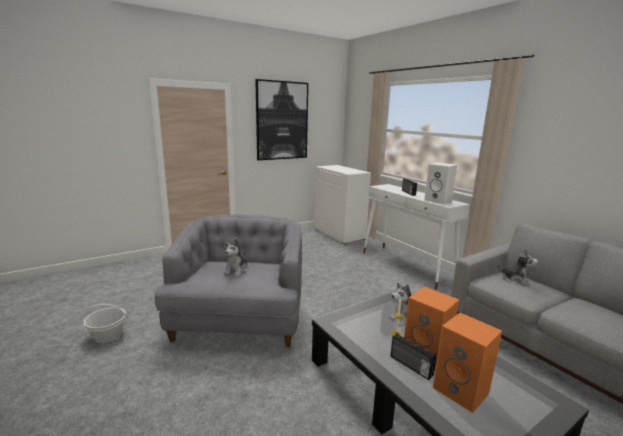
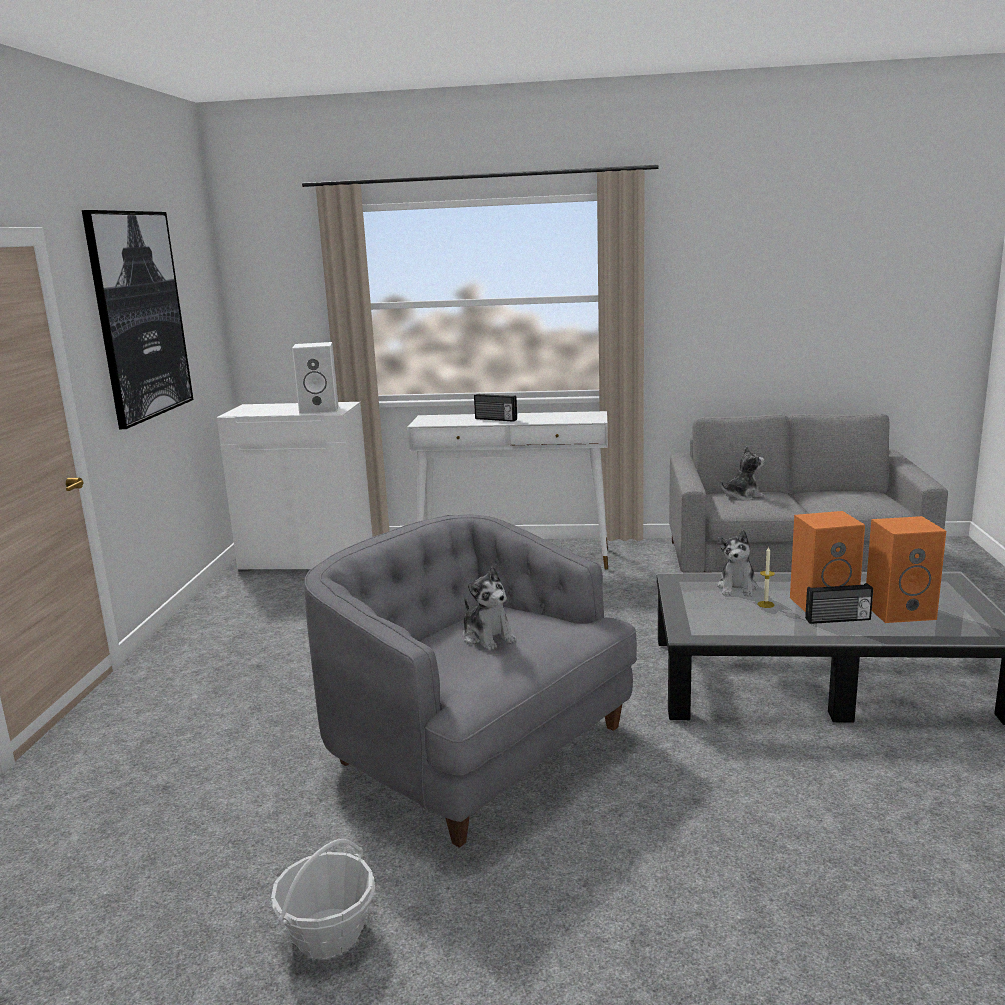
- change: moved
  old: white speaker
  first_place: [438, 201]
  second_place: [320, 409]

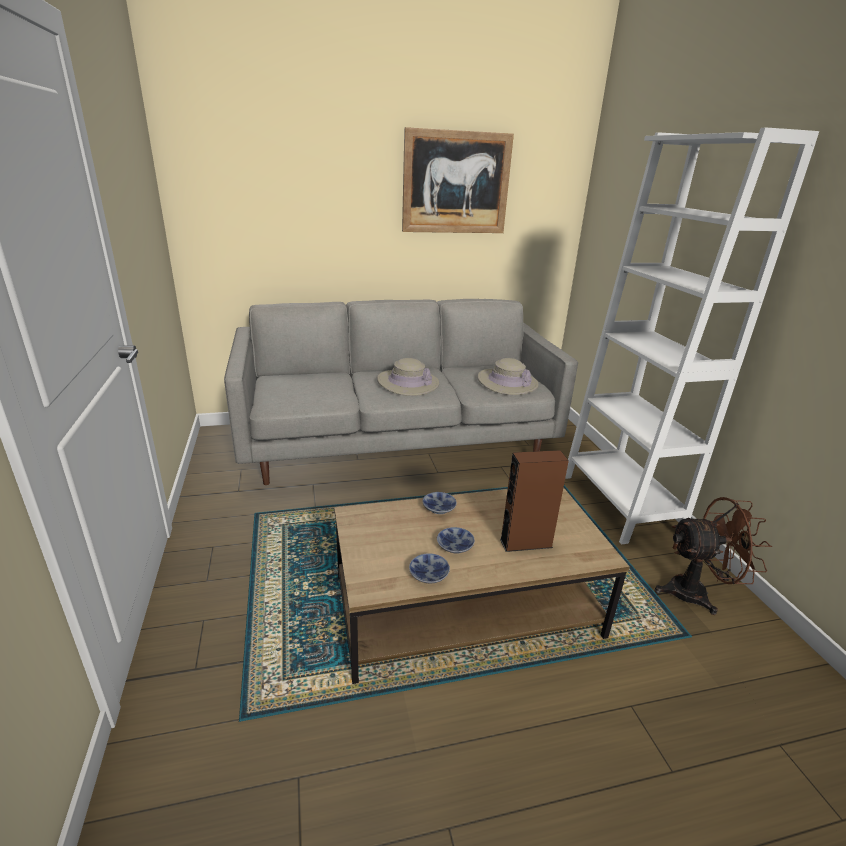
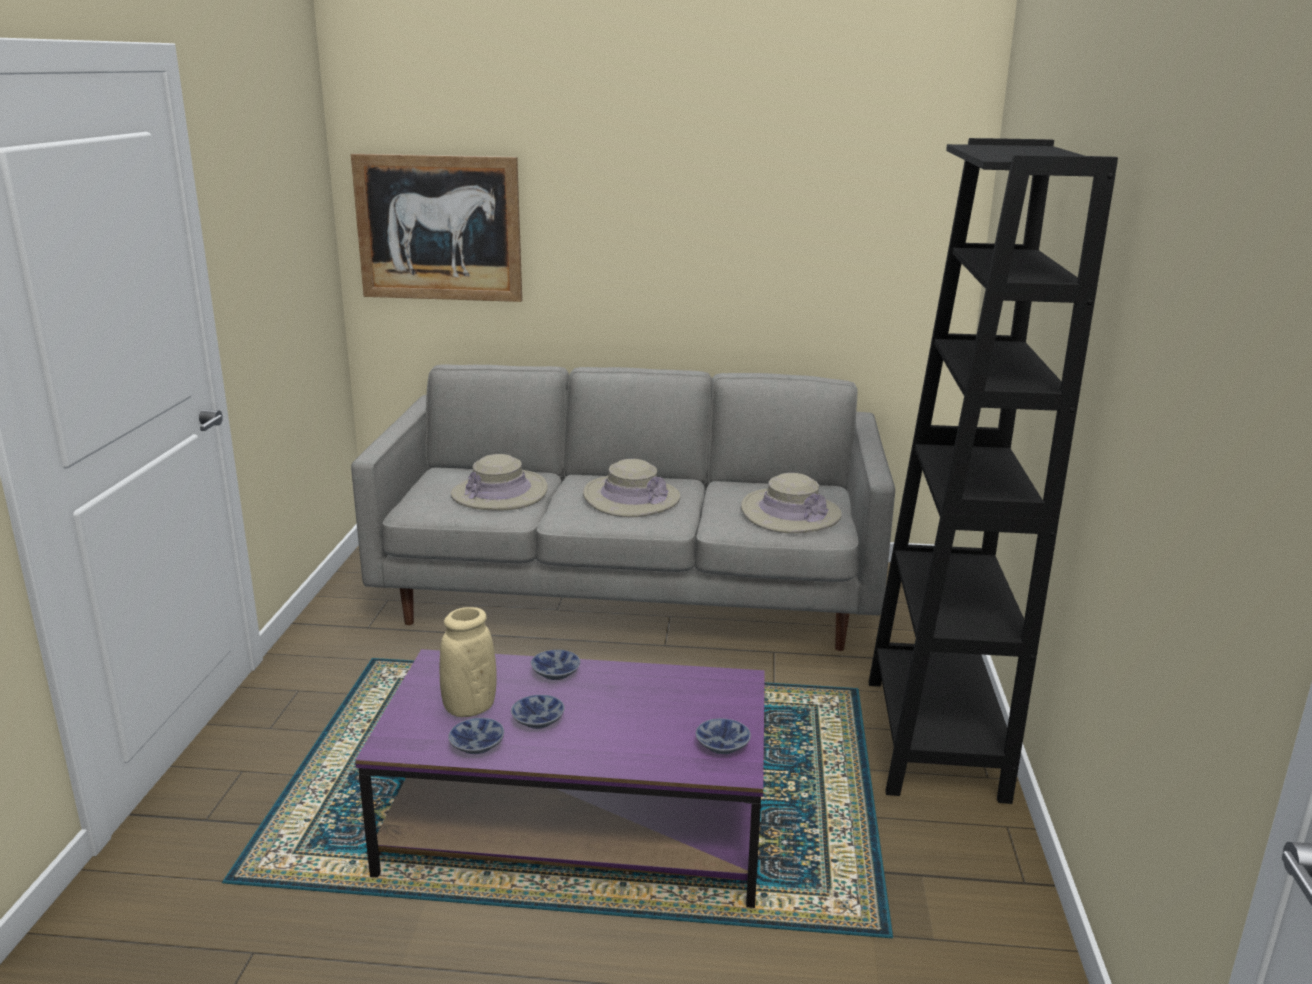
- change: recoloured
  old: brown coffee table
  new: purple coffee table
  first_place: [467, 605]
  second_place: [580, 825]
- change: moved
  old: picture
  first_place: [456, 183]
  second_place: [439, 228]
- change: removed
  old: brown speaker
  first_place: [526, 543]
- change: recoloured
  old: white bookcase
  new: black bookcase
  first_place: [619, 504]
  second_place: [934, 738]
- change: removed
  old: brown fan
  first_place: [696, 593]
- change: added
  new: beige vase
  second_place: [470, 708]
- change: added
  new: beige hat
  second_place: [499, 493]
- change: added
  new: bowl
  second_place: [724, 745]

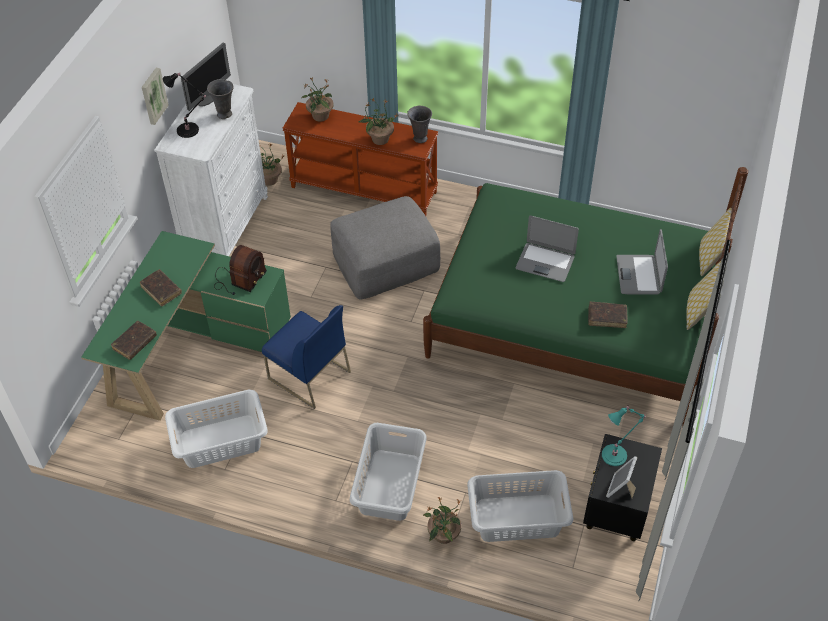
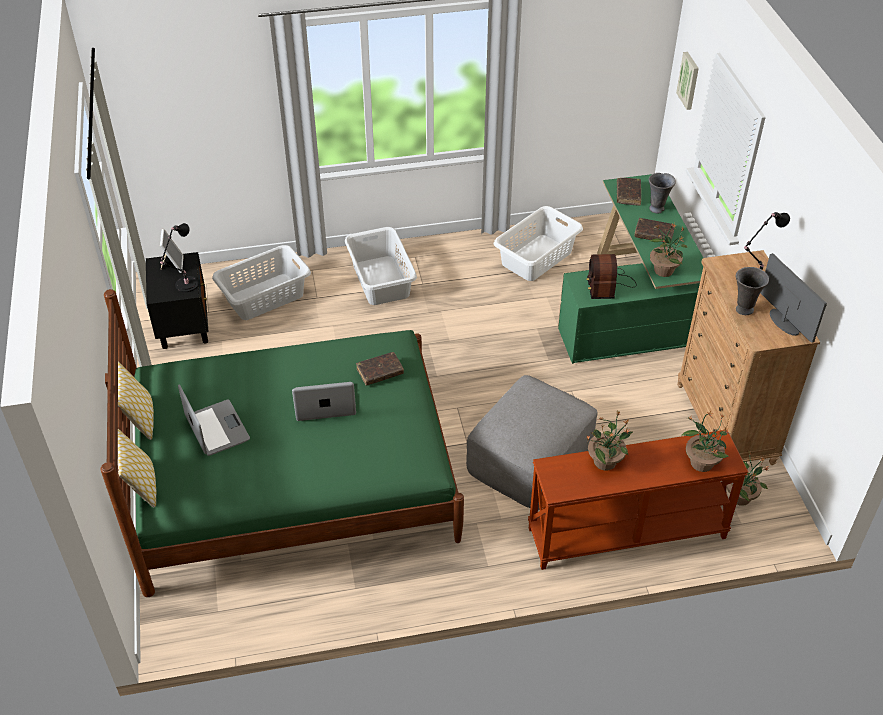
- change: moved
  old: picture
  first_place: [153, 95]
  second_place: [689, 80]
- change: recoloured
  old: white dresser
  new: brown dresser
  first_place: [226, 226]
  second_place: [725, 424]
- change: turned
  old: monitor
  first_place: [209, 97]
  second_place: [784, 322]
  degrees: 150
- change: removed
  old: blue chair
  first_place: [308, 375]
- change: moved
  old: grey vase
  first_place: [419, 138]
  second_place: [657, 209]
- change: moved
  old: potted plant
  first_place: [443, 535]
  second_place: [663, 270]
- change: moved
  old: brown book
  first_place: [607, 317]
  second_place: [380, 372]
- change: recoloured
  old: turquoise table lamp
  new: black table lamp
  first_place: [616, 454]
  second_place: [185, 285]

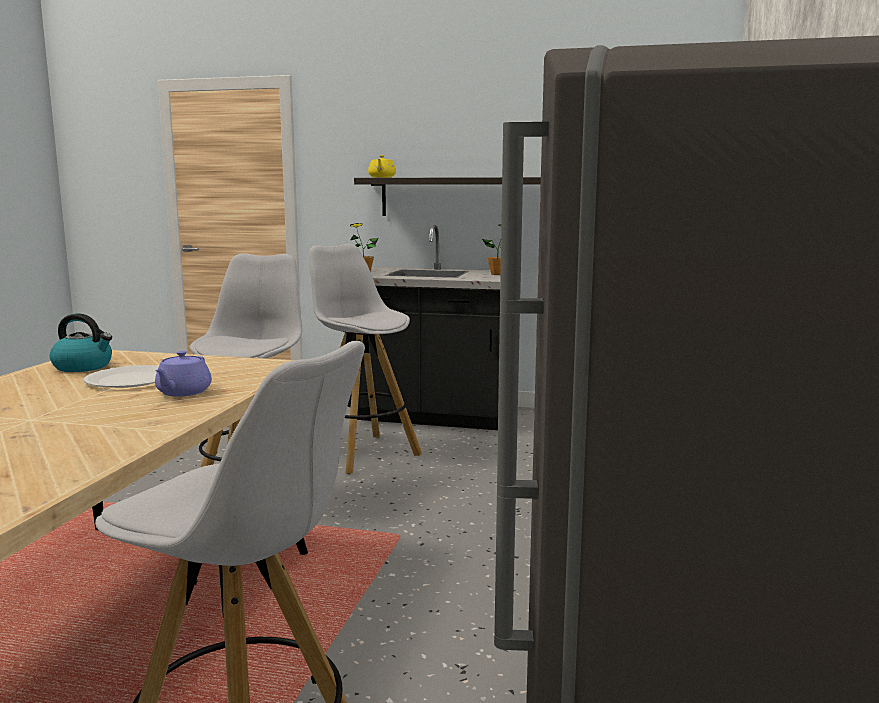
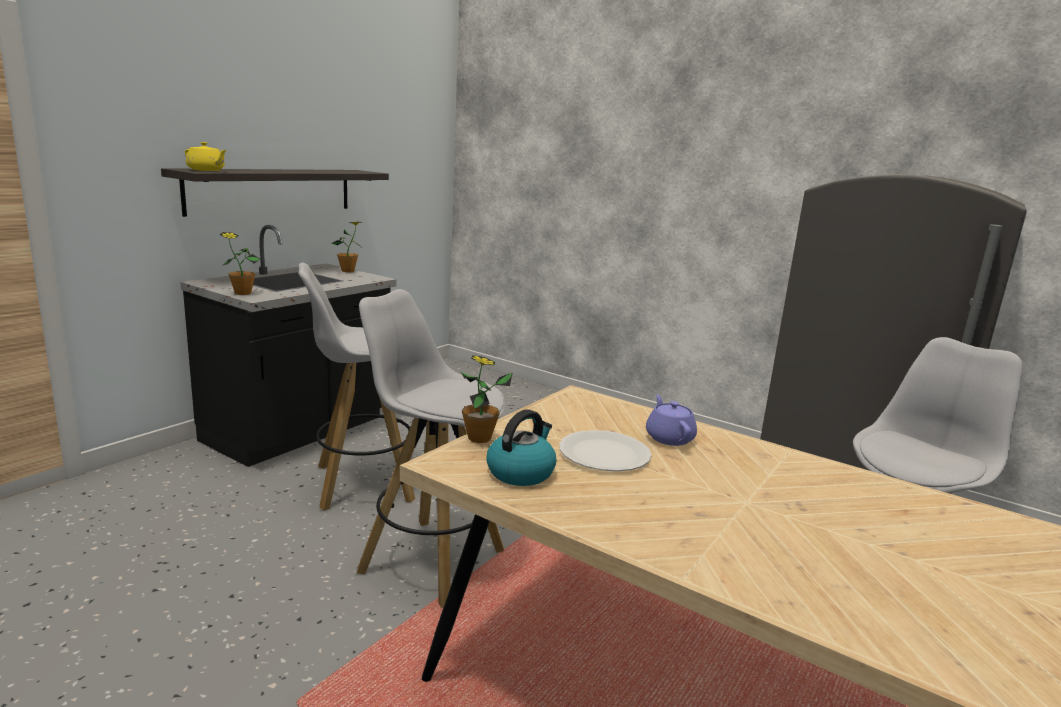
- change: turned
  old: purple teapot
  first_place: [183, 392]
  second_place: [669, 438]
  degrees: -135
- change: added
  new: potted plant
  second_place: [479, 438]

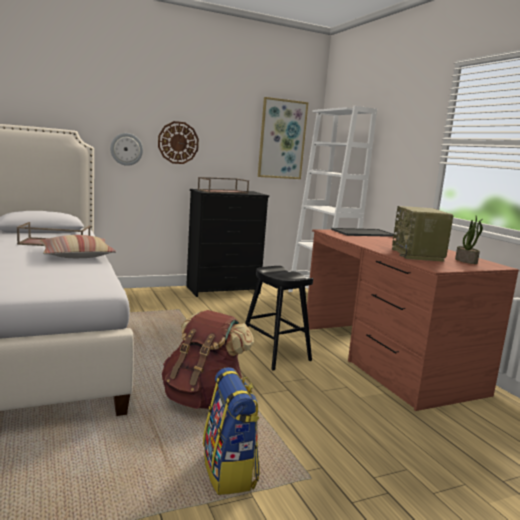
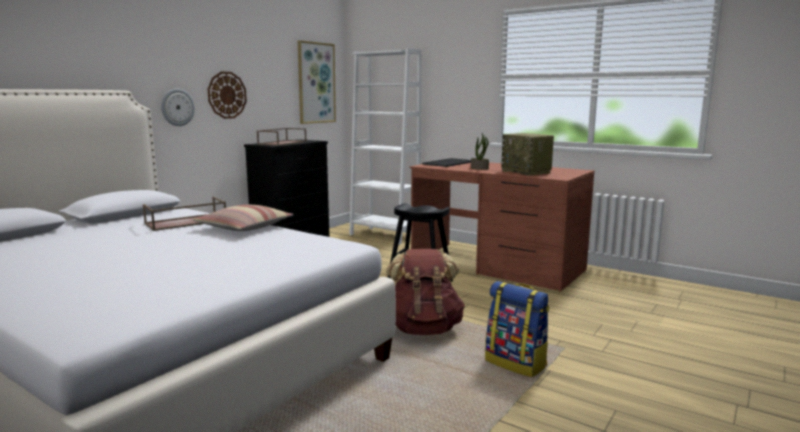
- change: moved
  old: potted plant
  first_place: [466, 261]
  second_place: [480, 168]

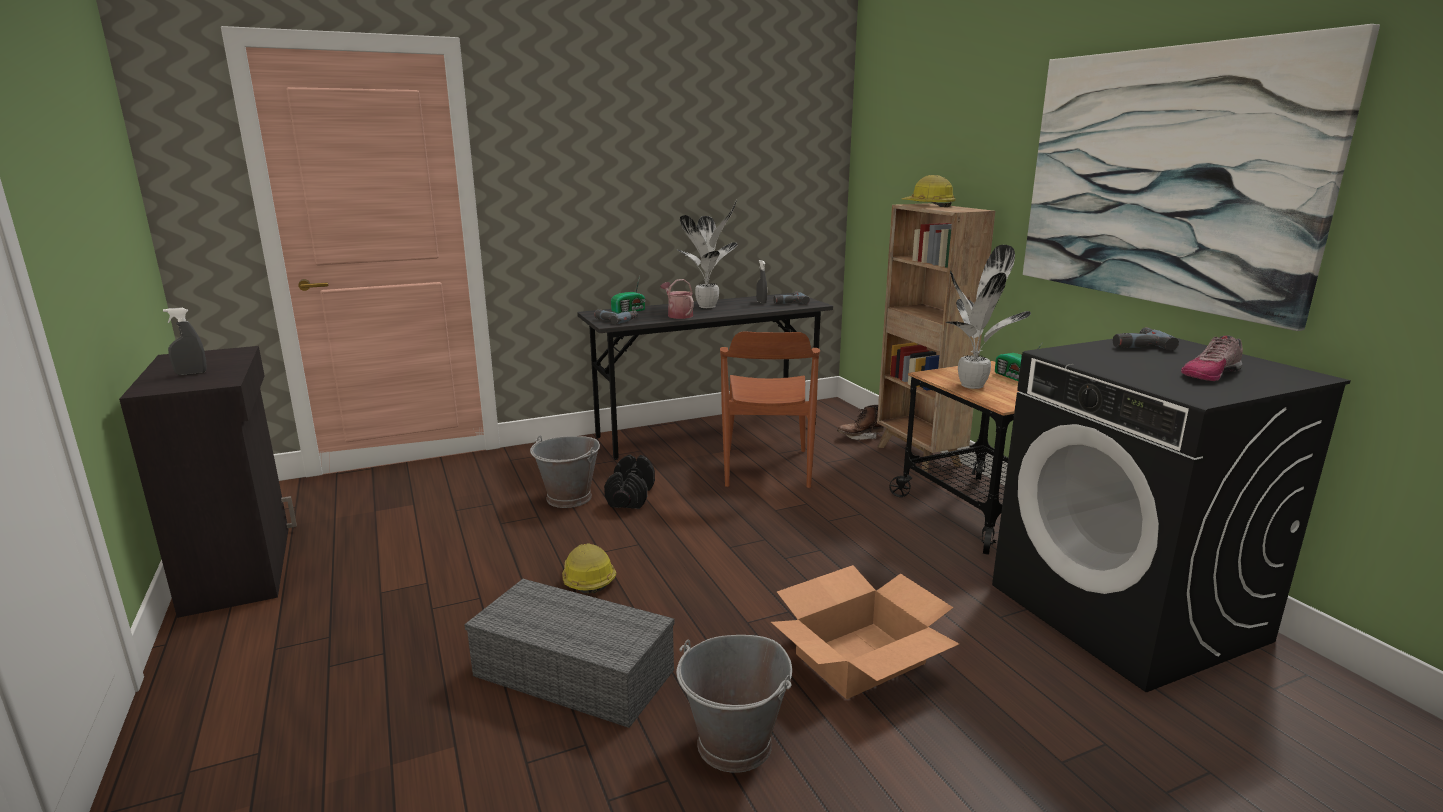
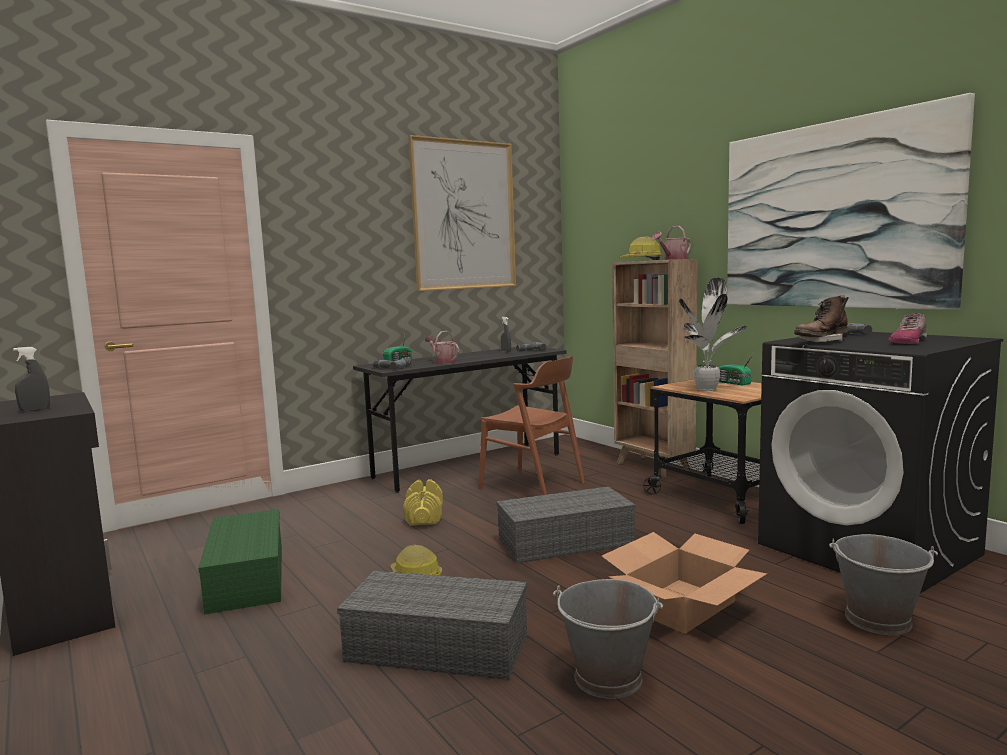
- change: moved
  old: grey bucket
  first_place: [569, 498]
  second_place: [879, 620]
- change: recoloured
  old: black dumbbell
  new: yellow dumbbell
  first_place: [630, 496]
  second_place: [424, 516]
- change: removed
  old: potted plant
  first_place: [709, 306]
- change: turned
  old: brown chair
  first_place: [766, 467]
  second_place: [532, 485]
  degrees: -45
- change: moved
  old: brown boot
  first_place: [860, 437]
  second_place: [821, 342]
- change: added
  new: green storage box
  second_place: [245, 577]
- change: added
  new: picture
  second_place: [464, 215]
- change: added
  new: grey storage box
  second_place: [566, 541]
- change: added
  new: watering can
  second_place: [673, 259]

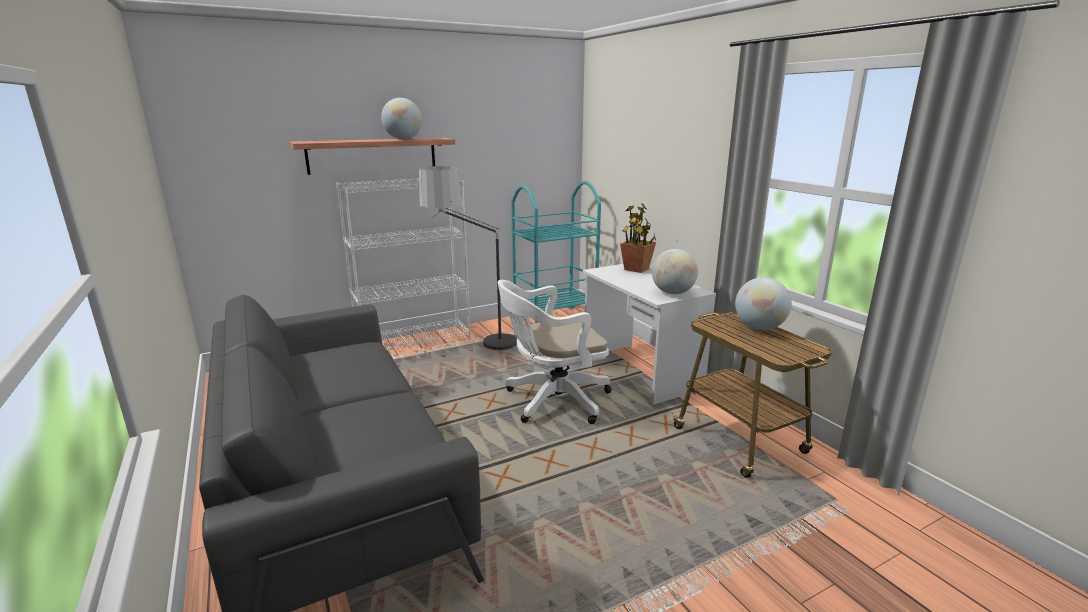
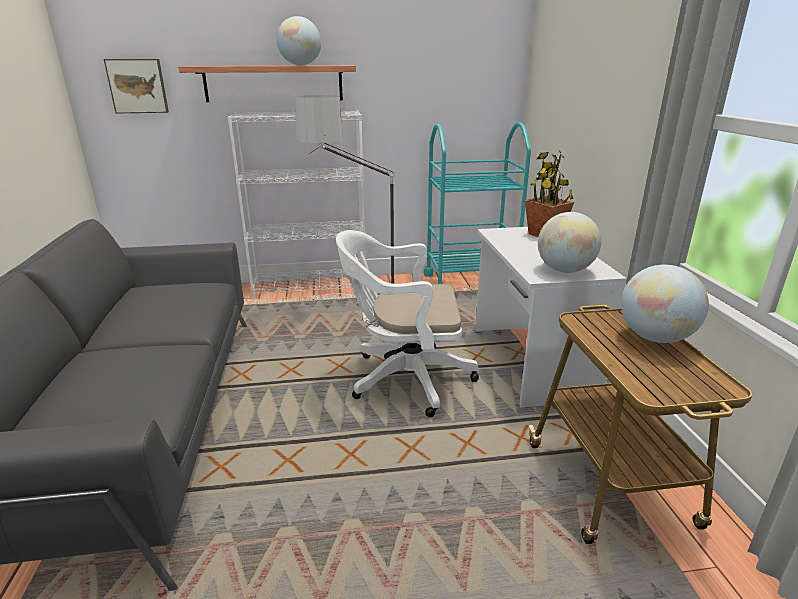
- change: added
  new: picture
  second_place: [138, 86]

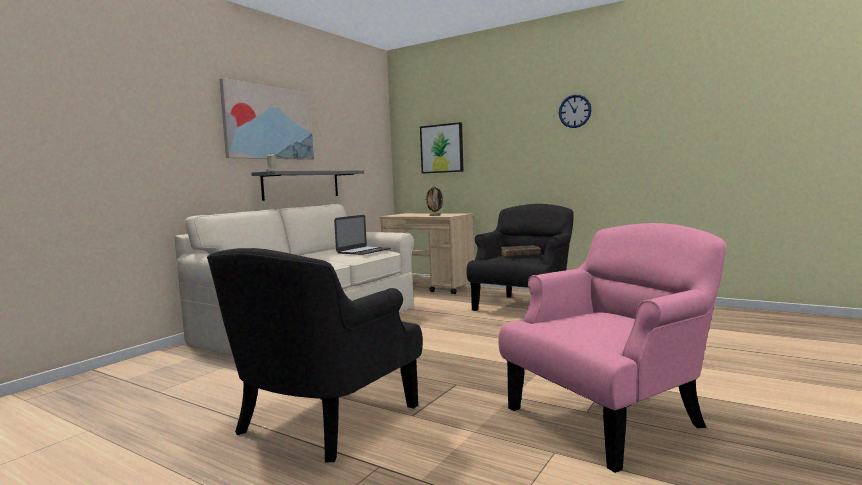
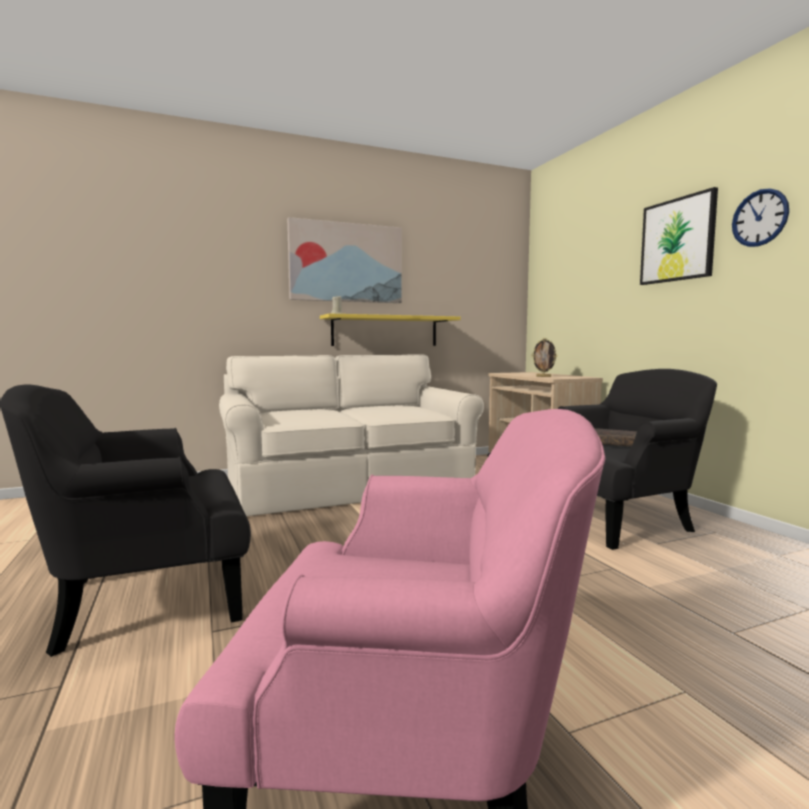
- change: recoloured
  old: grey shelf
  new: yellow shelf
  first_place: [301, 185]
  second_place: [385, 331]
- change: removed
  old: laptop
  first_place: [364, 251]
- change: moved
  old: picture
  first_place: [442, 148]
  second_place: [677, 240]

